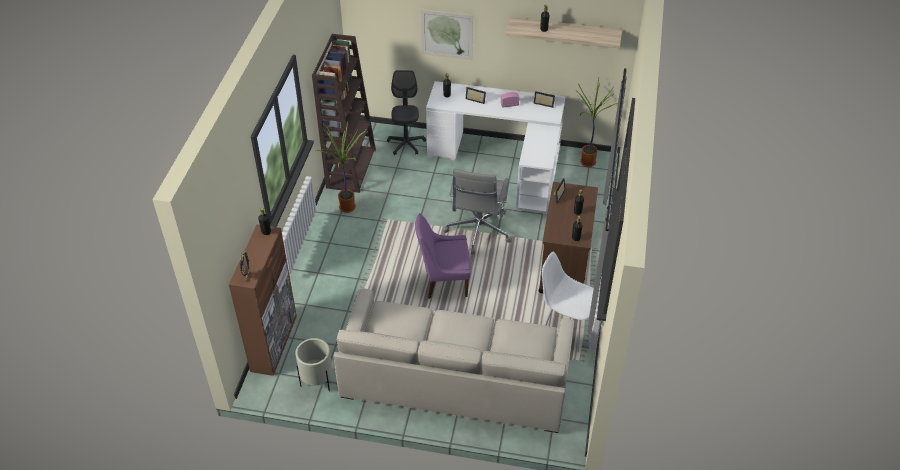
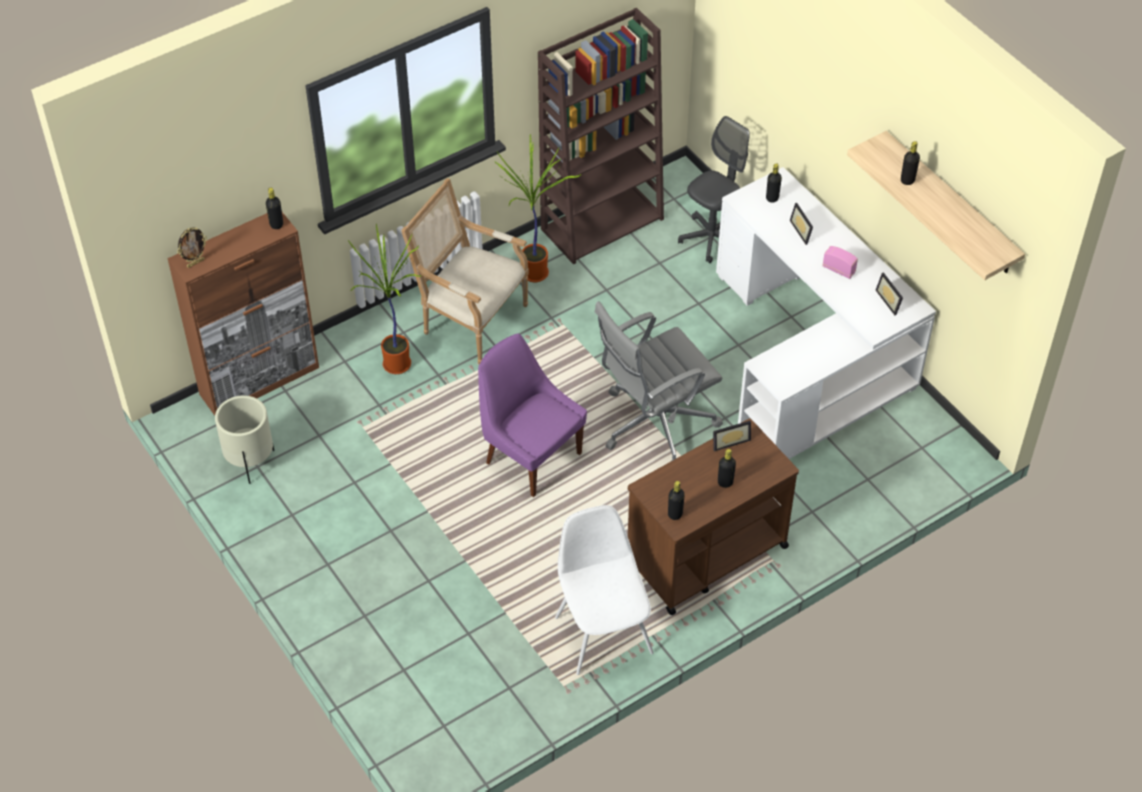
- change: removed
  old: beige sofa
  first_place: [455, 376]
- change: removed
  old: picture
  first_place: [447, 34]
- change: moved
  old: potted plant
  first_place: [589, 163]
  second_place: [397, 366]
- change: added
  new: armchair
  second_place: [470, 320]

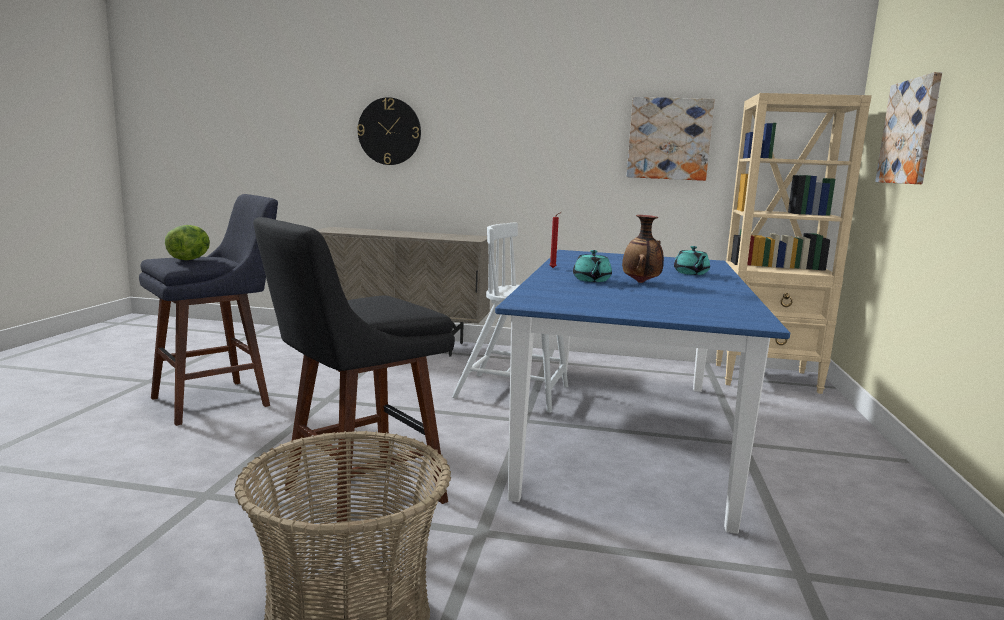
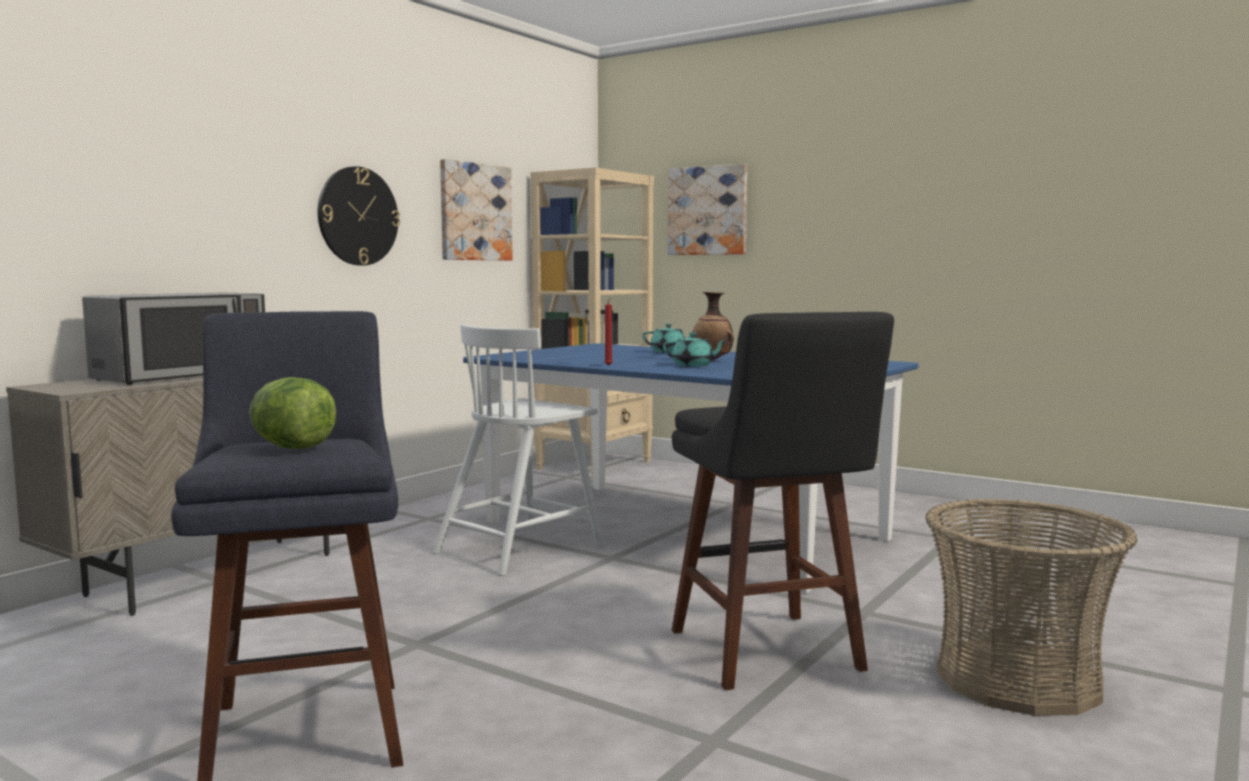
- change: moved
  old: wall clock
  first_place: [389, 131]
  second_place: [358, 216]
- change: added
  new: microwave
  second_place: [183, 375]

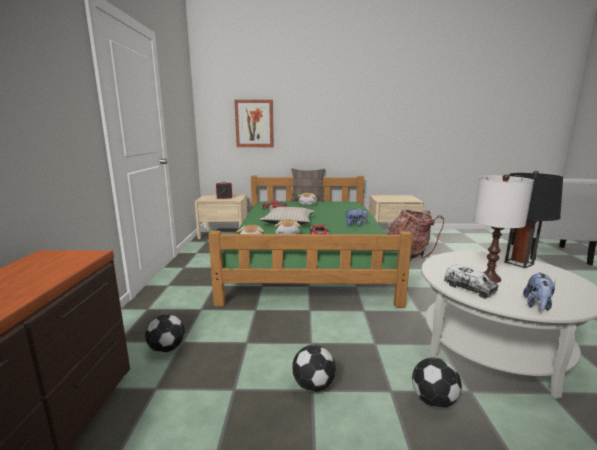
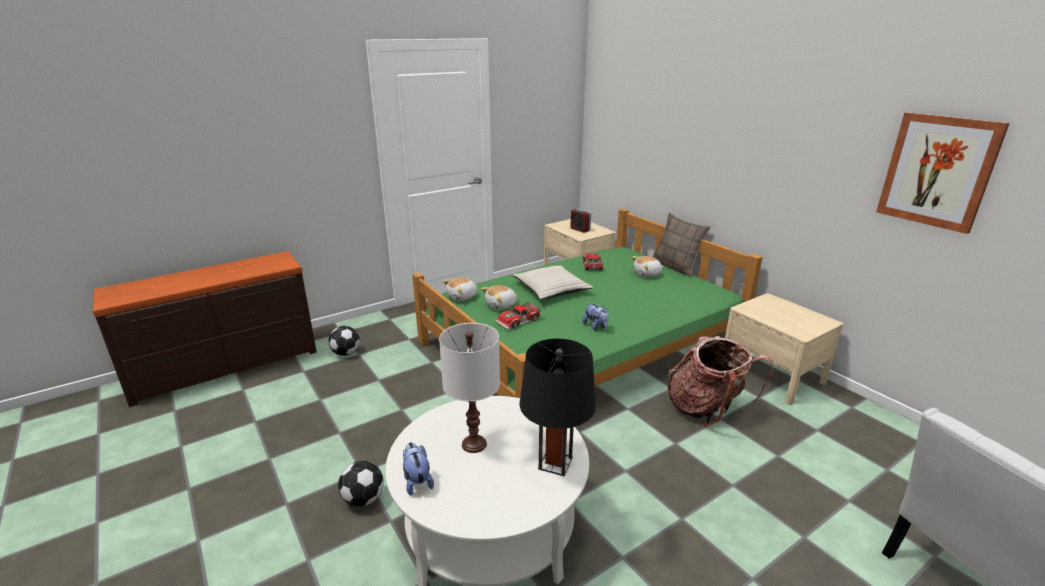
- change: moved
  old: picture
  first_place: [254, 124]
  second_place: [937, 171]
- change: removed
  old: football
  first_place: [312, 385]
- change: removed
  old: toy truck
  first_place: [469, 288]
- change: turned
  old: plush toy
  first_place: [537, 305]
  second_place: [417, 481]
  degrees: 75

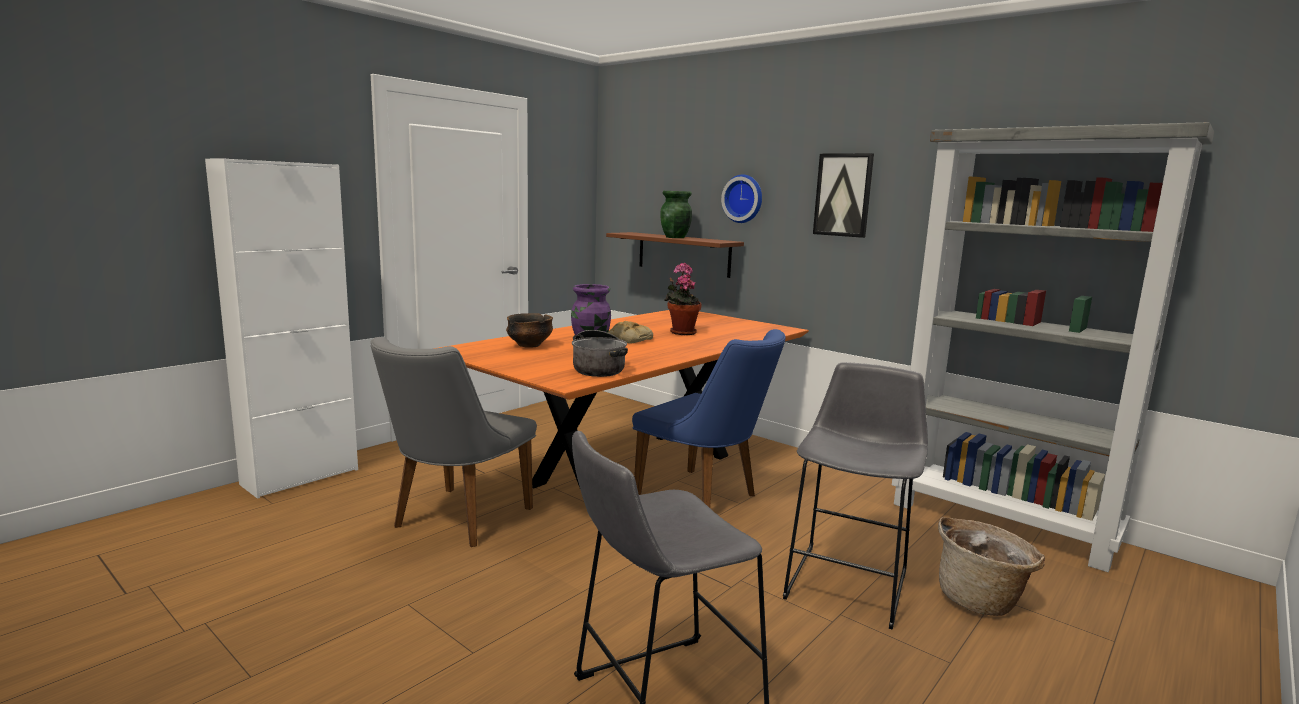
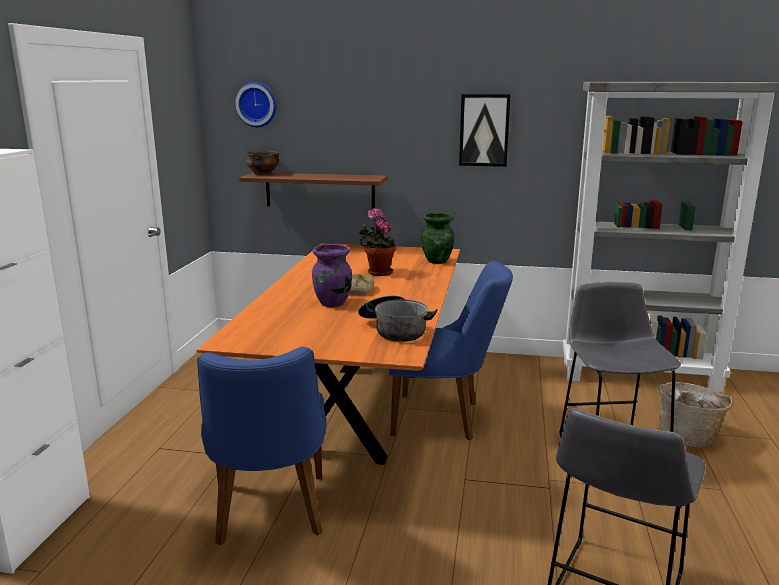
- change: recoloured
  old: grey chair
  new: blue chair
  first_place: [454, 521]
  second_place: [269, 516]
- change: moved
  old: bowl
  first_place: [529, 345]
  second_place: [263, 174]
- change: moved
  old: green vase
  first_place: [675, 237]
  second_place: [437, 261]
- change: moved
  old: wall clock
  first_place: [744, 199]
  second_place: [257, 104]

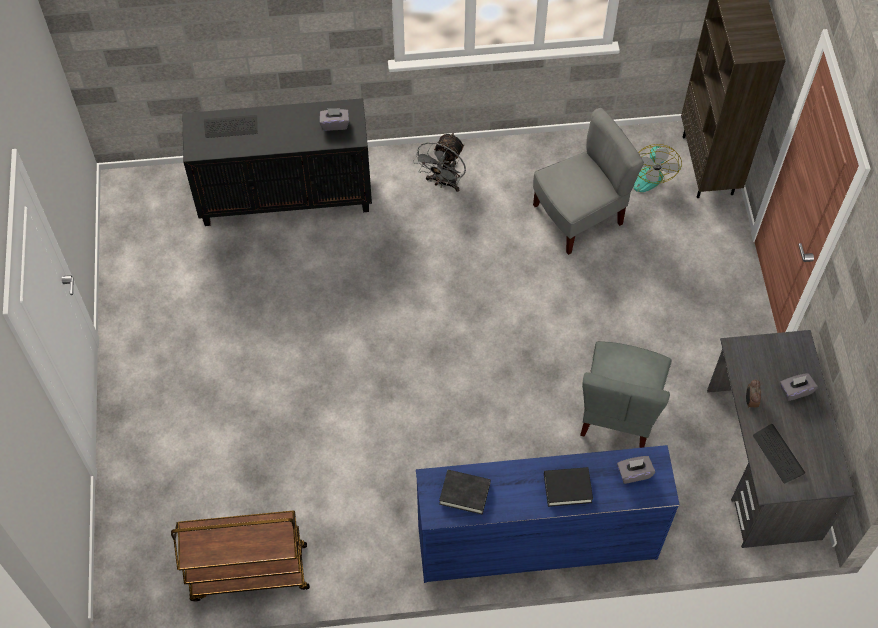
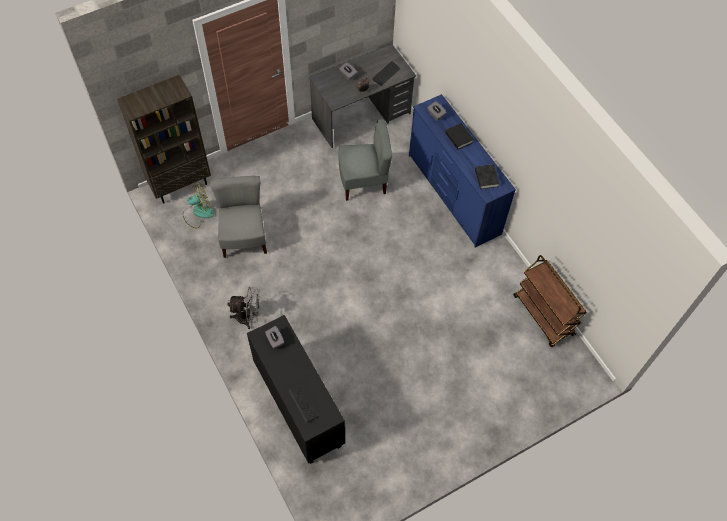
- change: turned
  old: grey chair
  first_place: [579, 216]
  second_place: [244, 237]
  degrees: 45

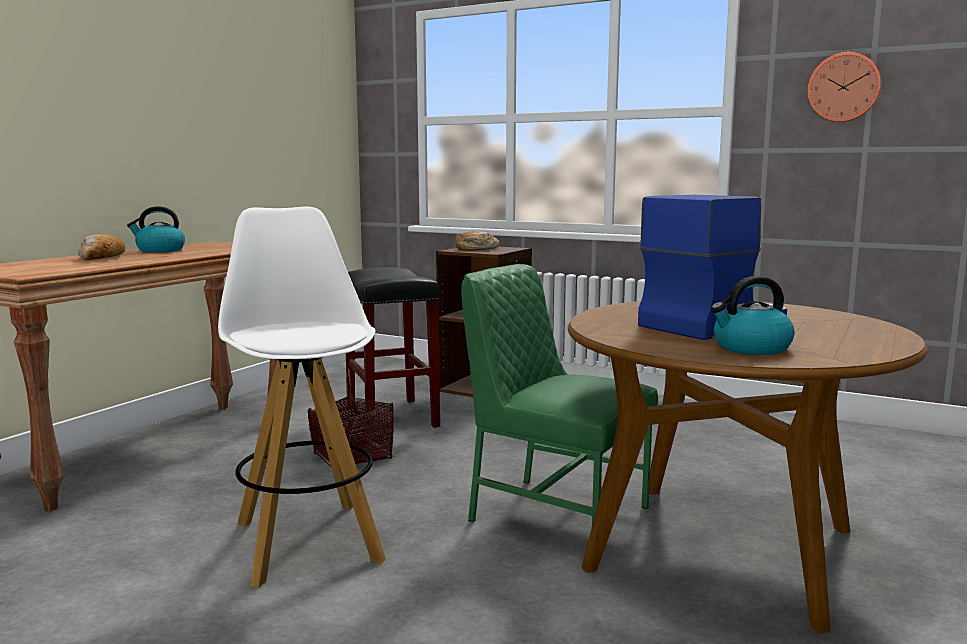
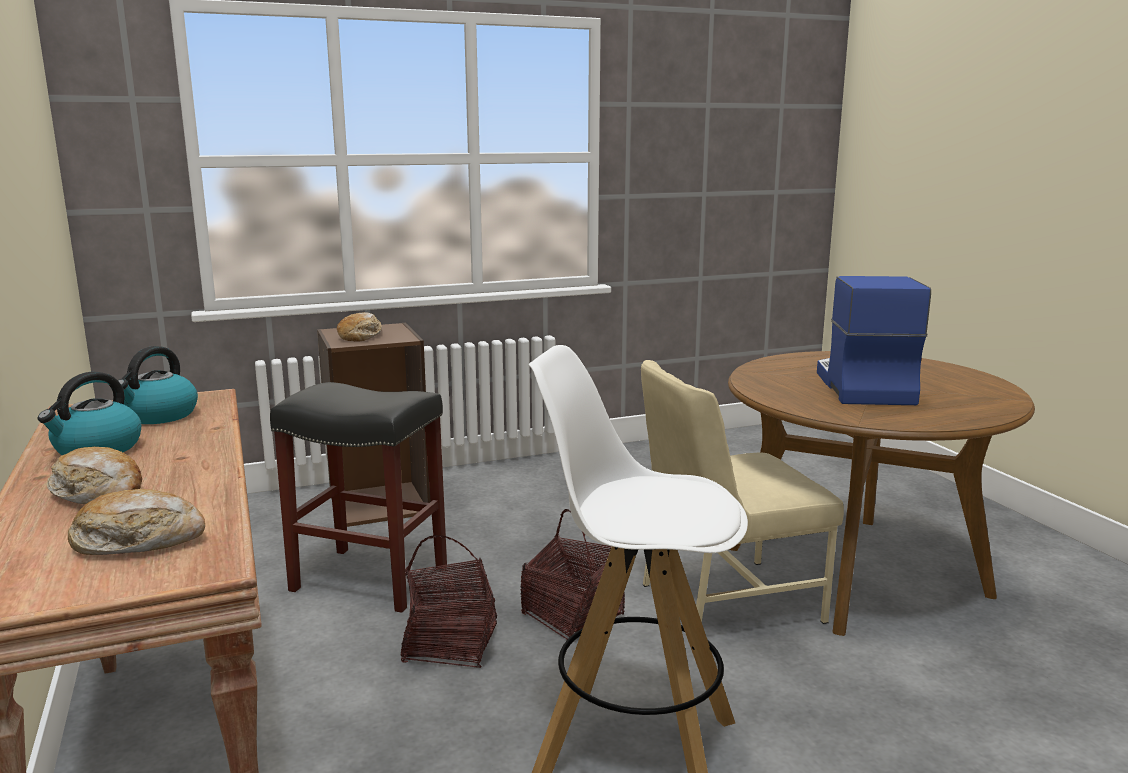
- change: recoloured
  old: green chair
  new: beige chair
  first_place: [555, 514]
  second_place: [726, 601]
- change: moved
  old: kettle
  first_place: [751, 348]
  second_place: [158, 416]
- change: removed
  old: wall clock
  first_place: [844, 87]
- change: added
  new: bread
  second_place: [139, 540]
- change: added
  new: basket
  second_place: [572, 615]

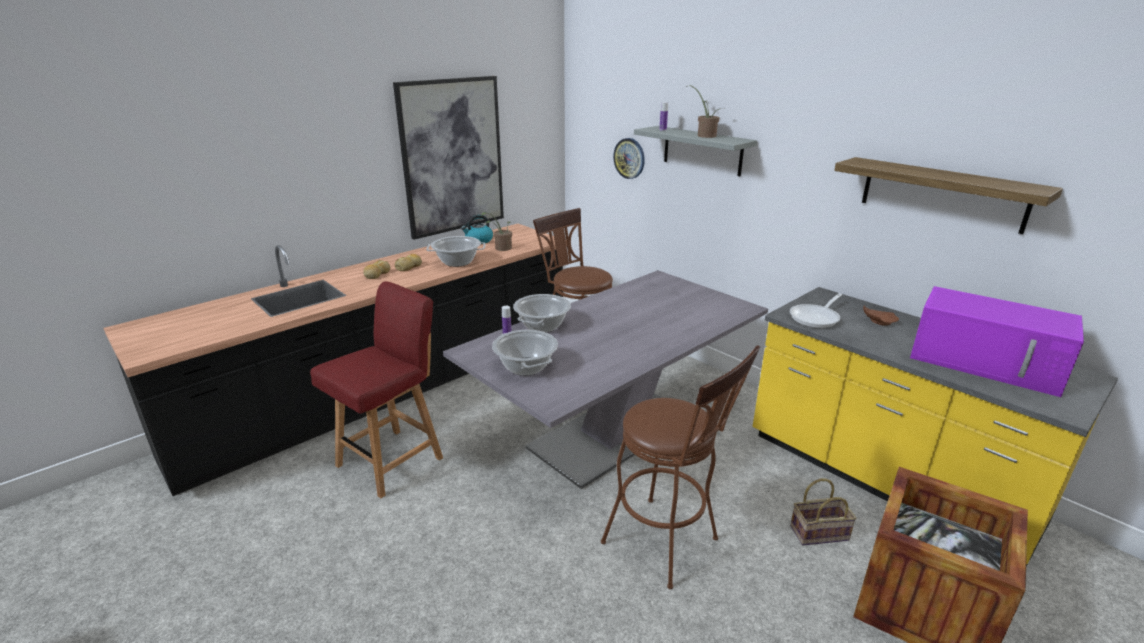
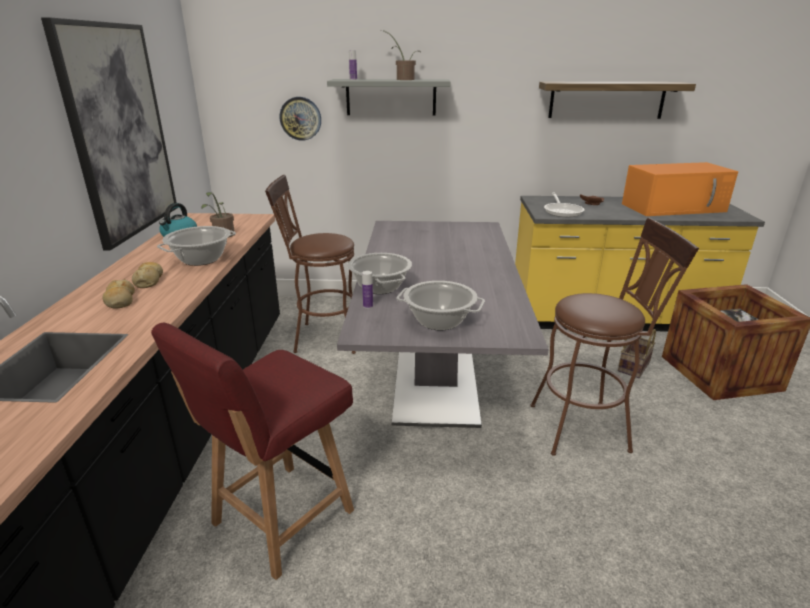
- change: turned
  old: red chair
  first_place: [392, 460]
  second_place: [280, 519]
  degrees: -135
- change: recoloured
  old: purple microwave
  new: orange microwave
  first_place: [986, 363]
  second_place: [674, 207]

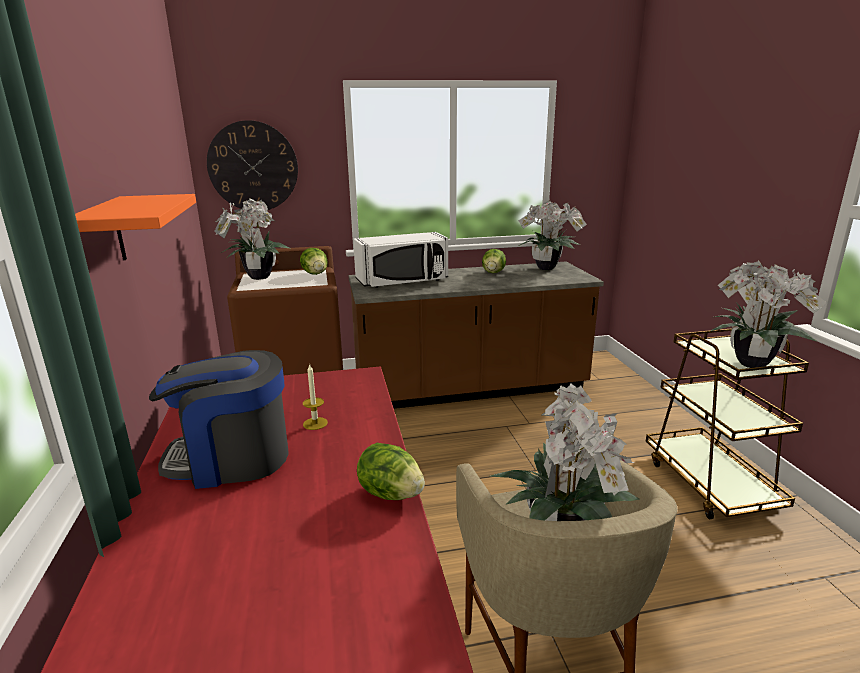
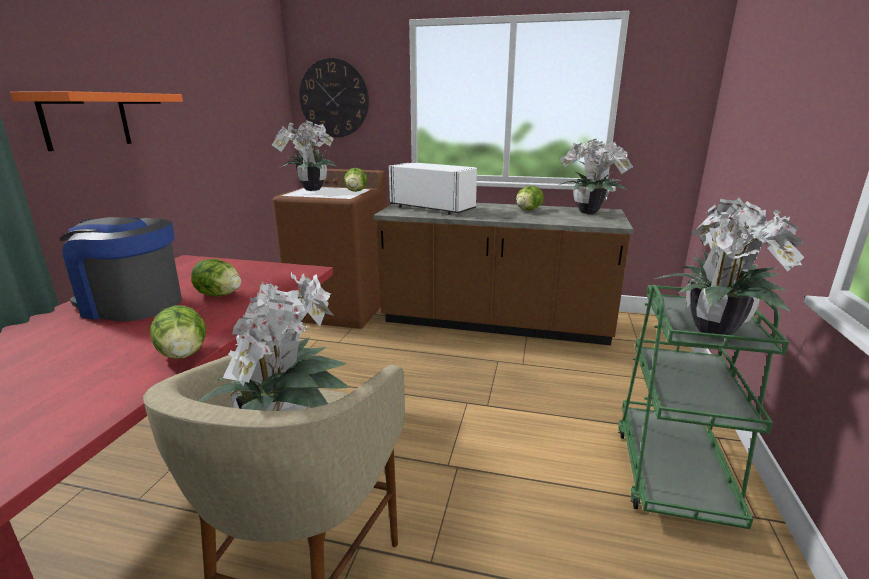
- change: replaced
  old: candle
  new: lettuce
  first_place: [315, 423]
  second_place: [219, 295]
- change: turned
  old: white microwave
  first_place: [403, 282]
  second_place: [434, 208]
  degrees: -150
- change: recoloured
  old: brown cart
  new: green cart
  first_place: [710, 483]
  second_place: [672, 473]

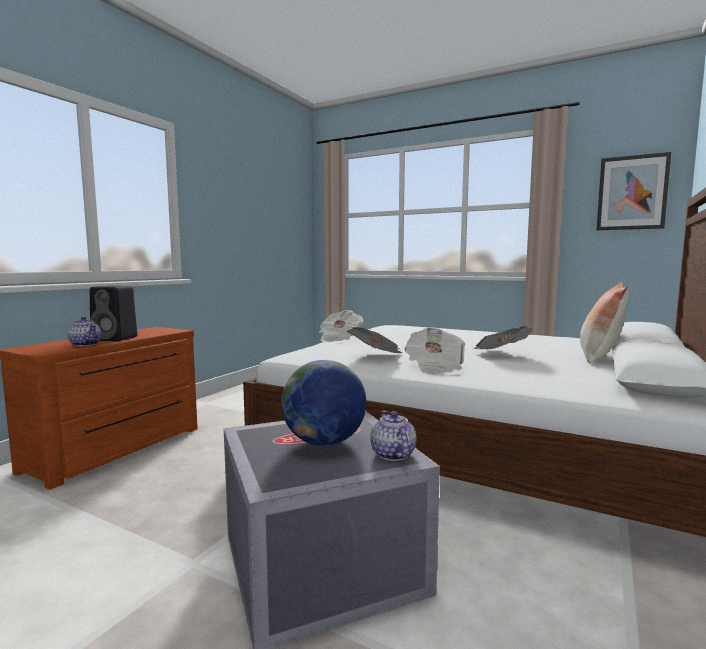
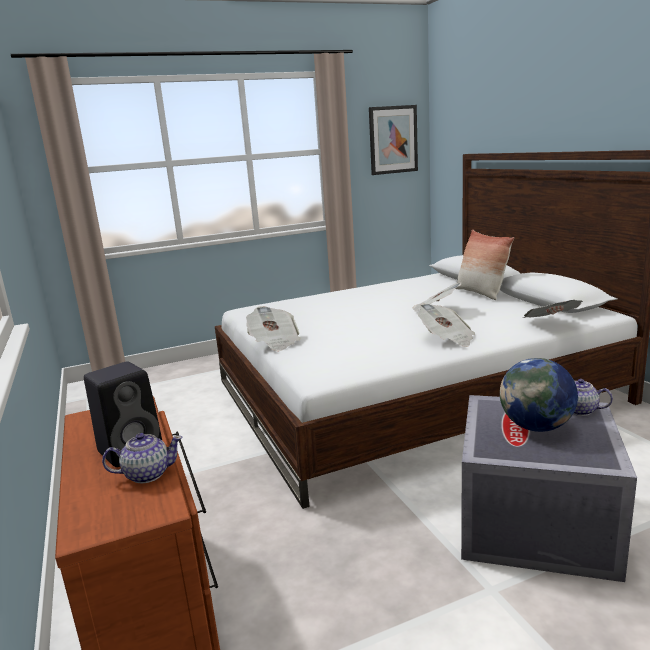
- change: moved
  old: newspaper
  first_place: [376, 356]
  second_place: [550, 324]

